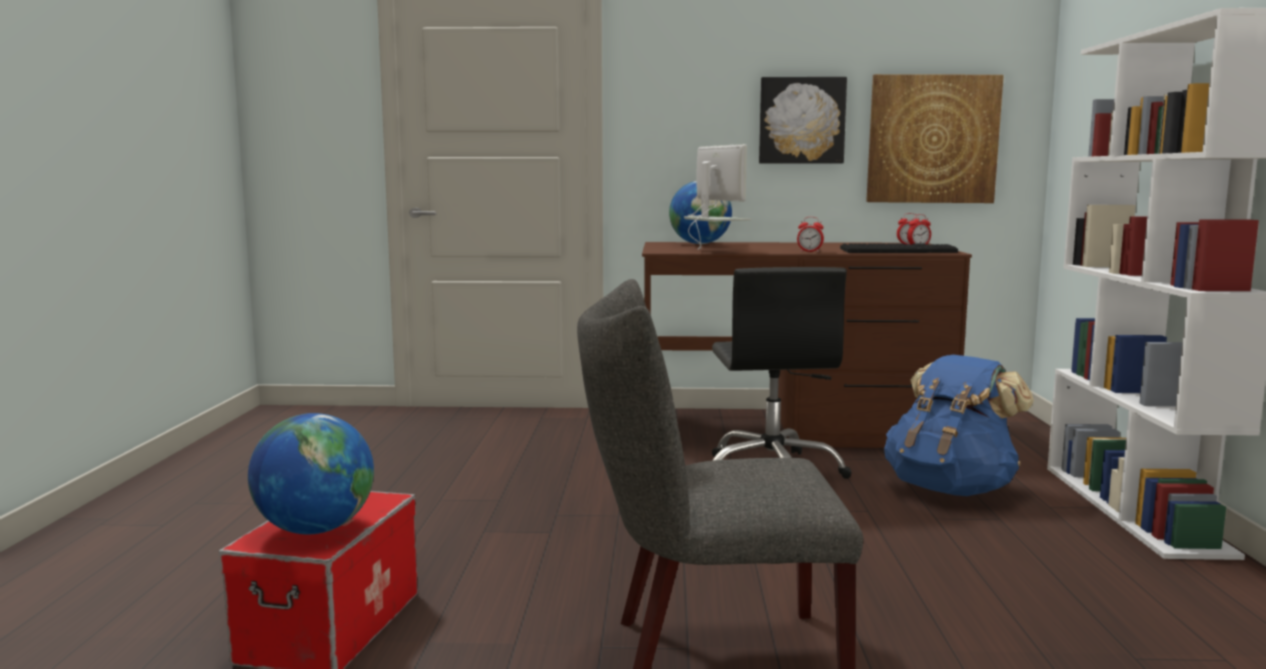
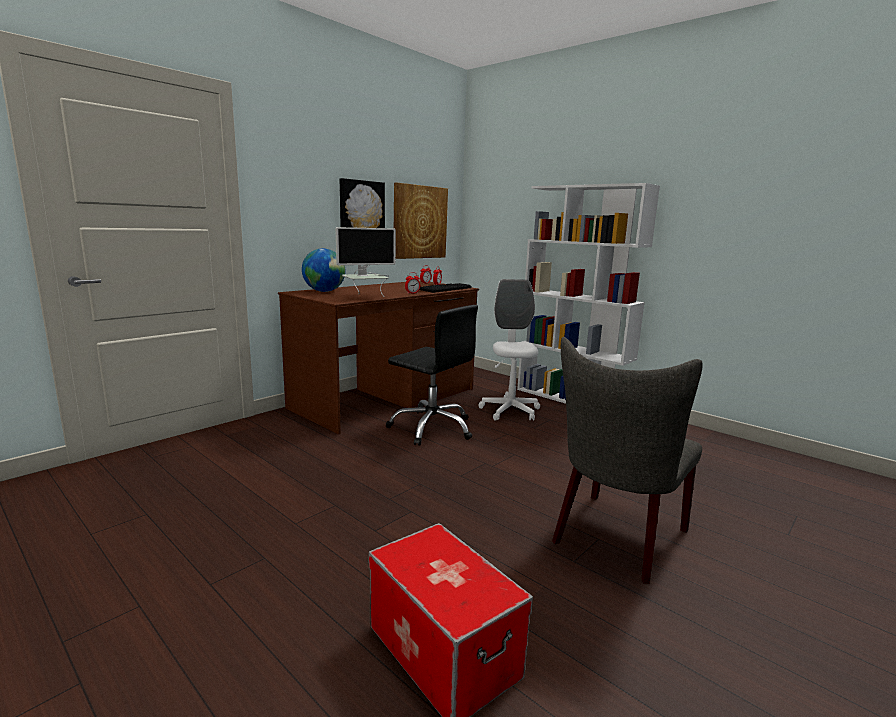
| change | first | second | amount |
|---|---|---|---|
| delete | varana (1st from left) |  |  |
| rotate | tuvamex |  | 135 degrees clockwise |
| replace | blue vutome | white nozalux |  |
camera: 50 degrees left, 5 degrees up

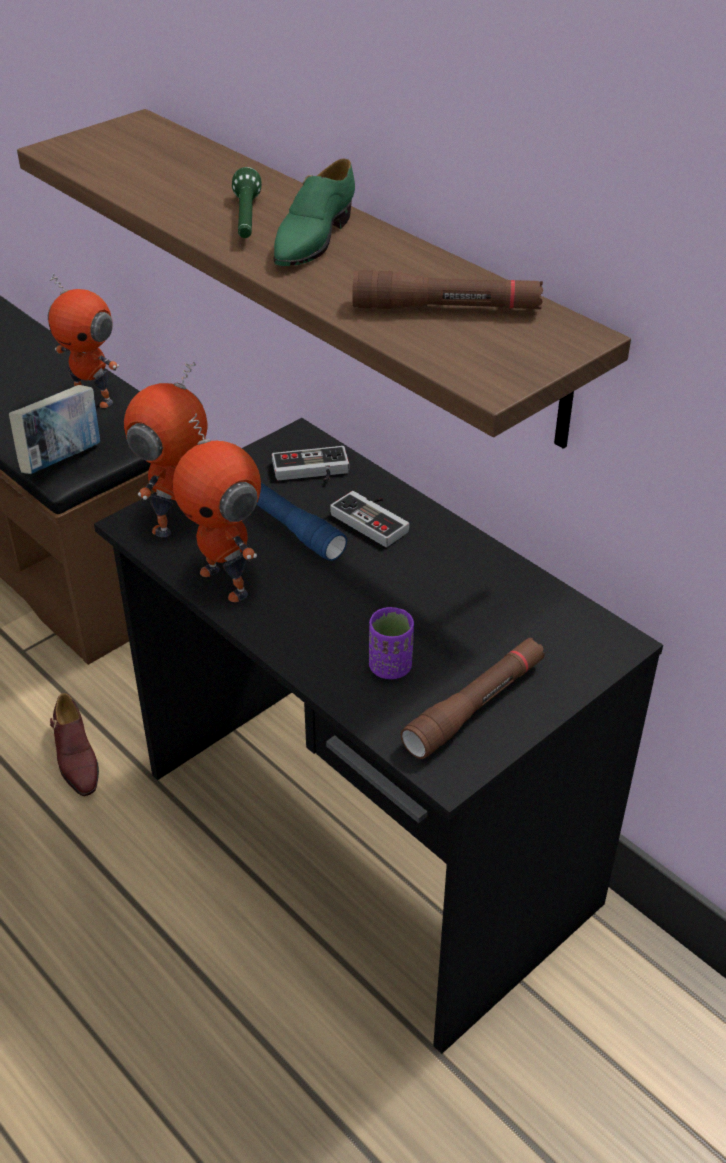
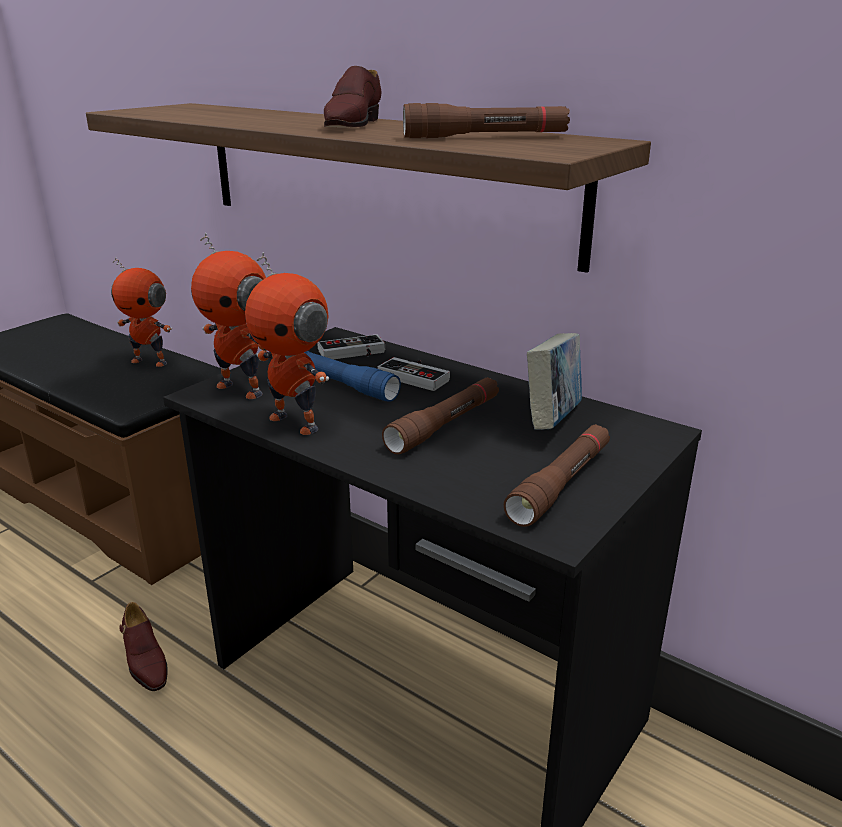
| change | first | second | amount |
|---|---|---|---|
| move | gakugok |  |  |
| rotate | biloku (2nd from left) |  | 75 degrees counterclockwise |
| delete | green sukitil |  |  |
| recolor | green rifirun | brown rifirun (2nd from left) |  |
| delete | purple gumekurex |  |  |
| insert |  | brown sukitil (1st from left) |  |
camera: 10 degrees left, 15 degrees down

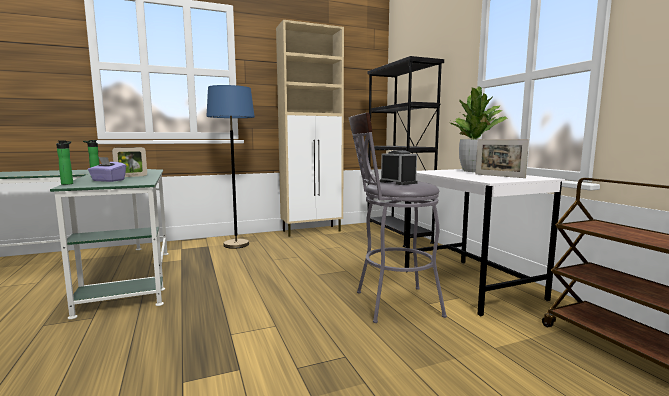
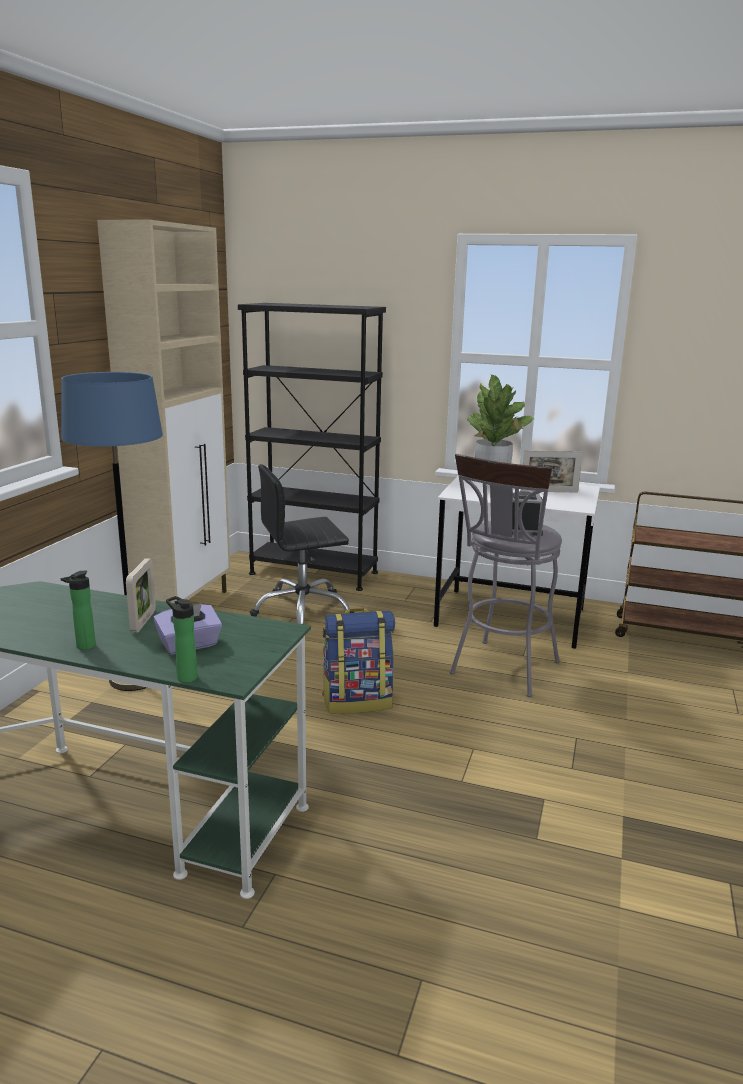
| change | first | second | amount |
|---|---|---|---|
| insert |  | black nozalux |  |
| insert |  | vutome |  |
camera: 50 degrees left, 10 degrees up

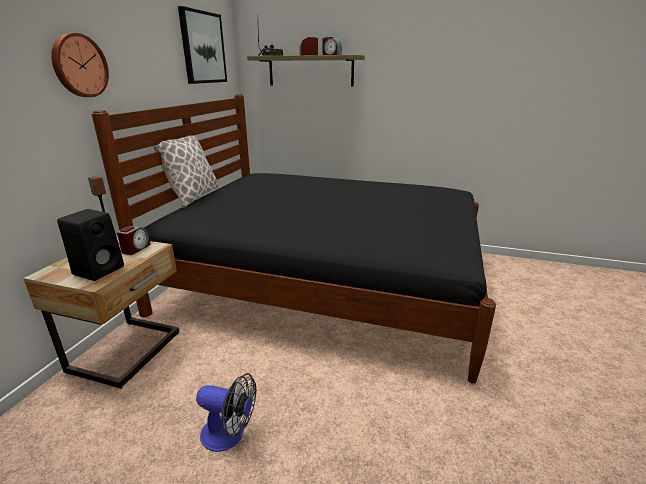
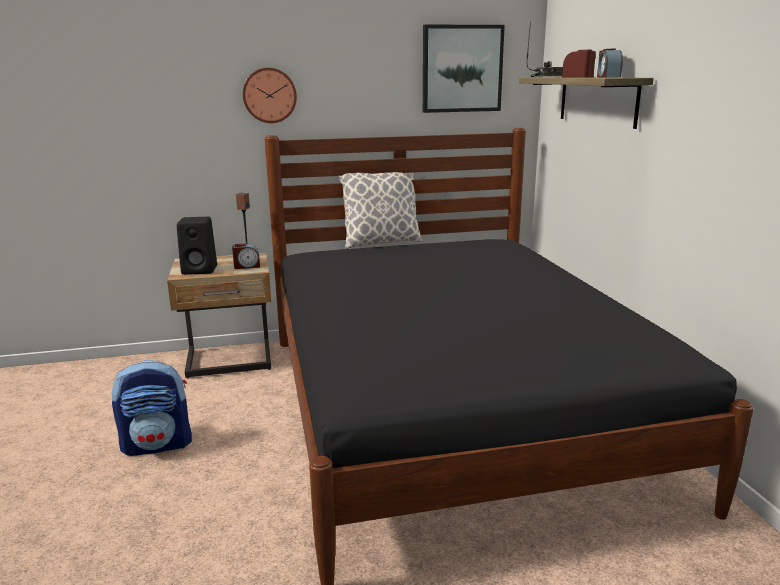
| change | first | second | amount |
|---|---|---|---|
| replace | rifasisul | vutome |  |
camera: 60 degrees right, 5 degrees down

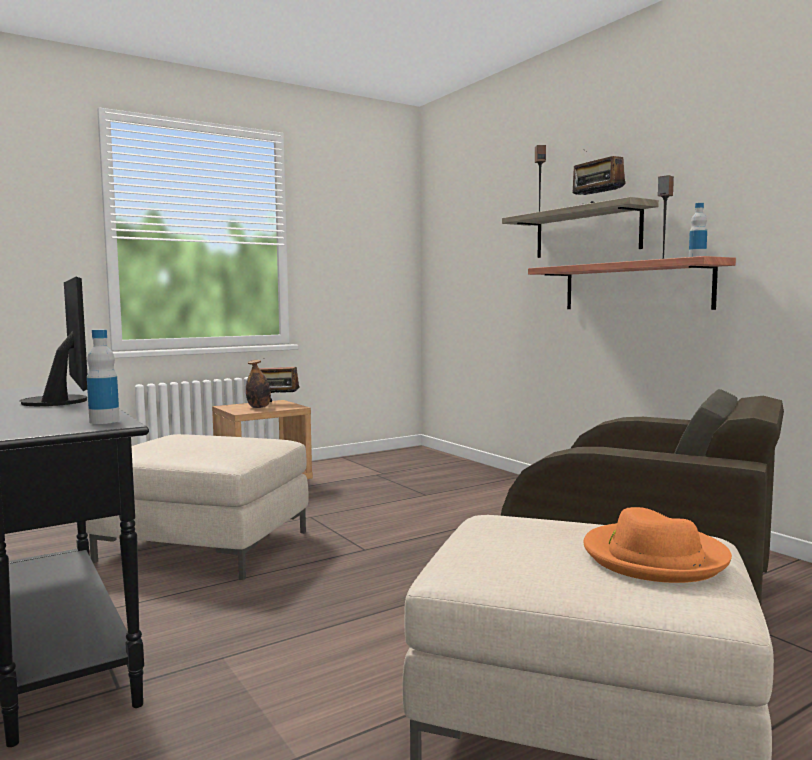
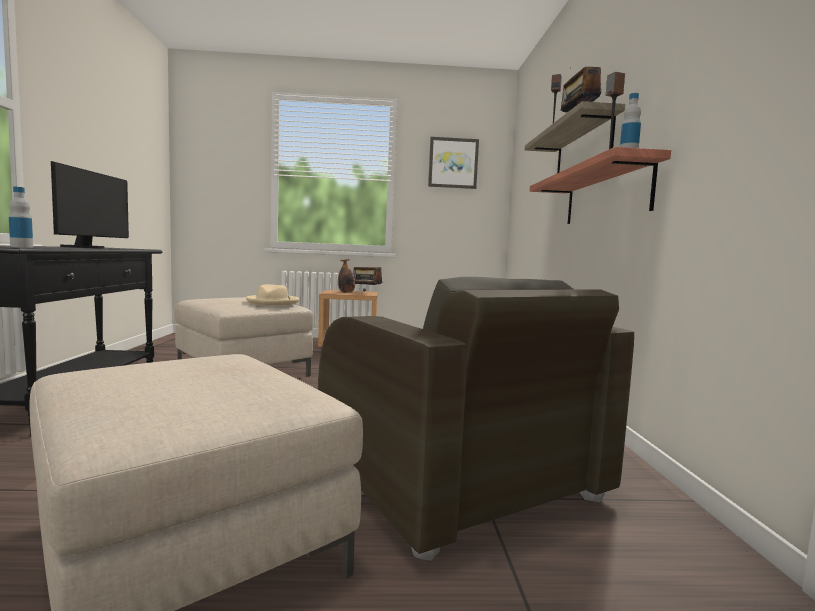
| change | first | second | amount |
|---|---|---|---|
| delete | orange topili |  |  |
| insert |  | beige topili |  |
| insert |  | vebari |  |
camera: 30 degrees right, 0 degrees up

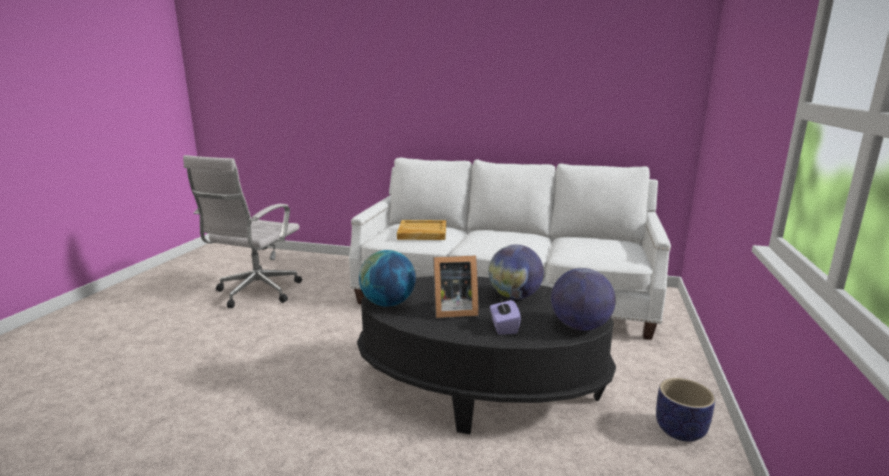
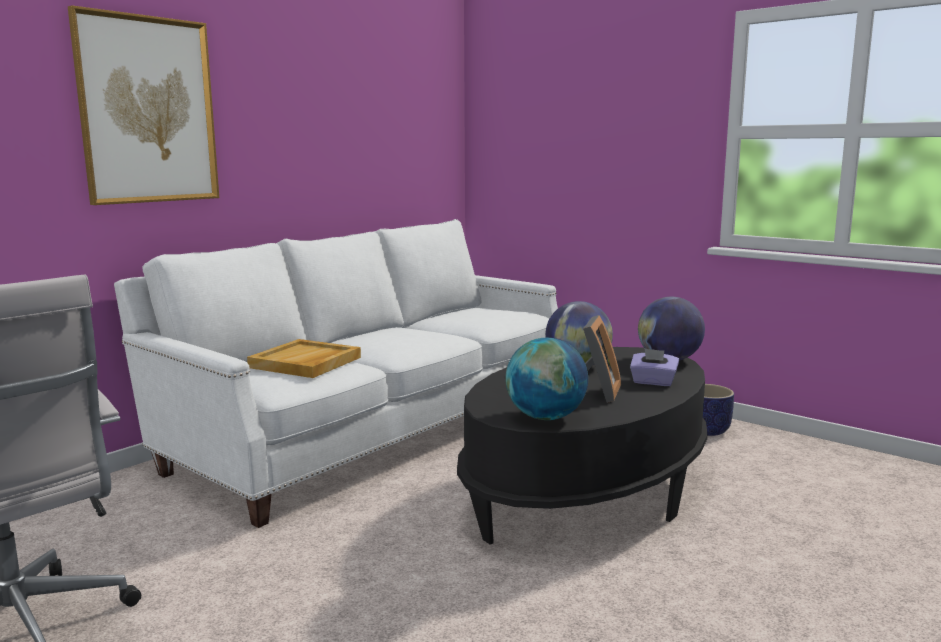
| change | first | second | amount |
|---|---|---|---|
| insert |  | vebari |  |
camera: 65 degrees left, 5 degrees down

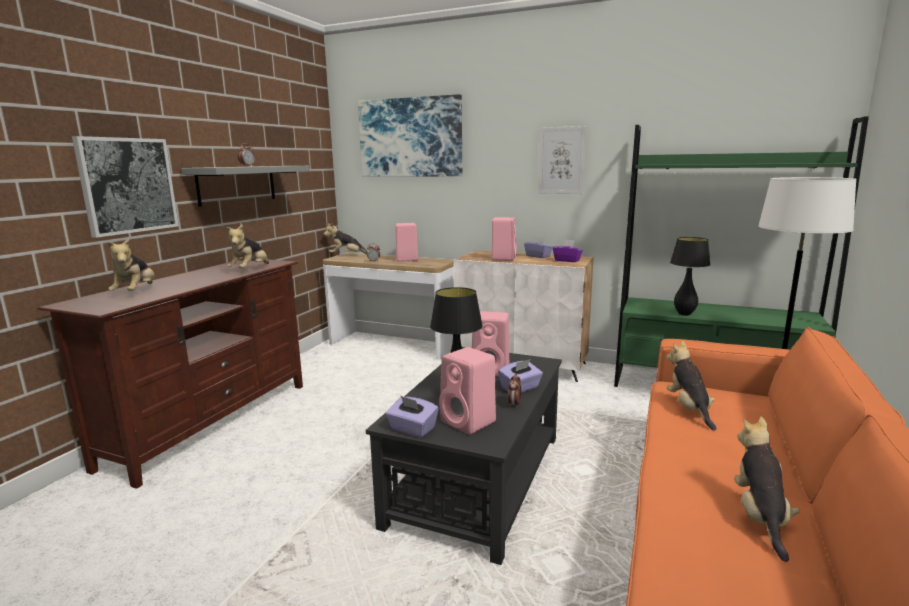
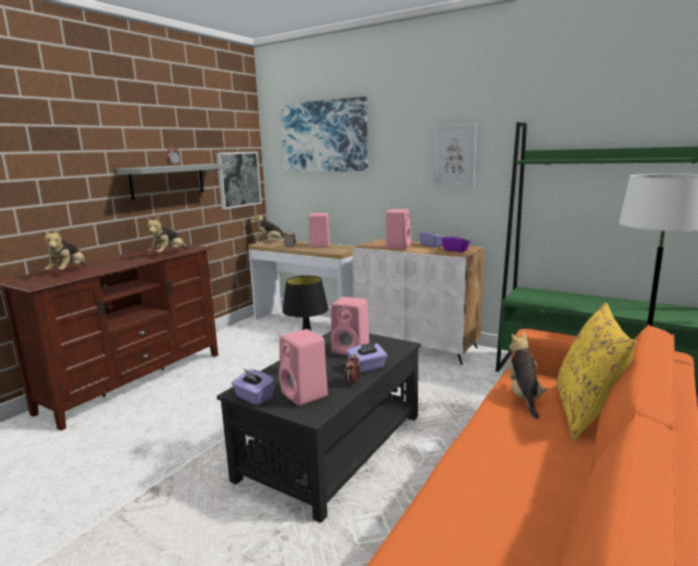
| change | first | second | amount |
|---|---|---|---|
| move | vebari (1st from left) |  |  |
| delete | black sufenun (2nd from left) |  |  |
| delete | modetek (5th from left) |  |  |
| insert |  | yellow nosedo |  |
camera: 10 degrees right, 0 degrees up

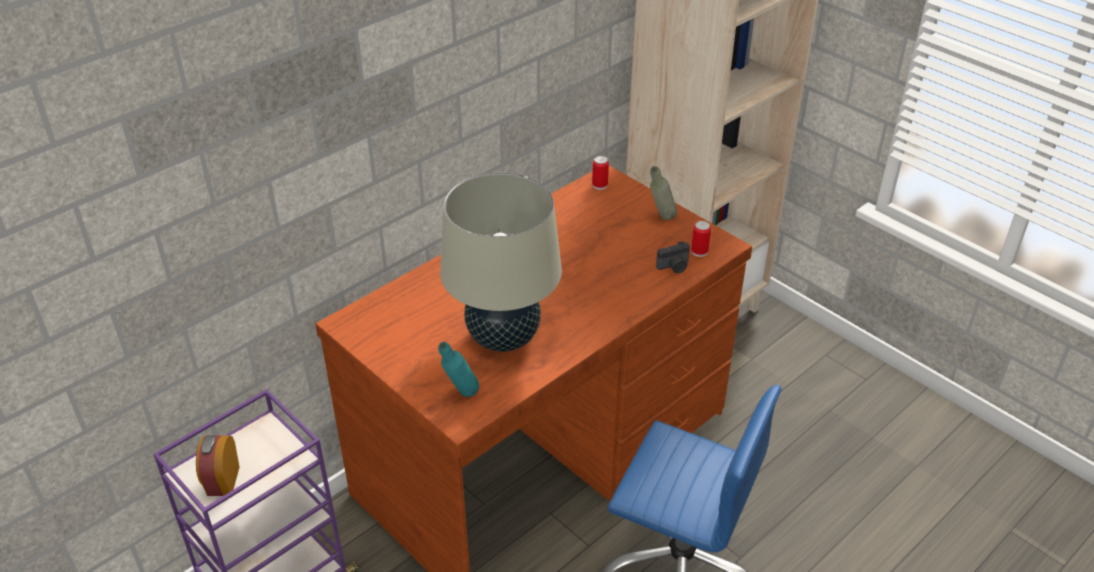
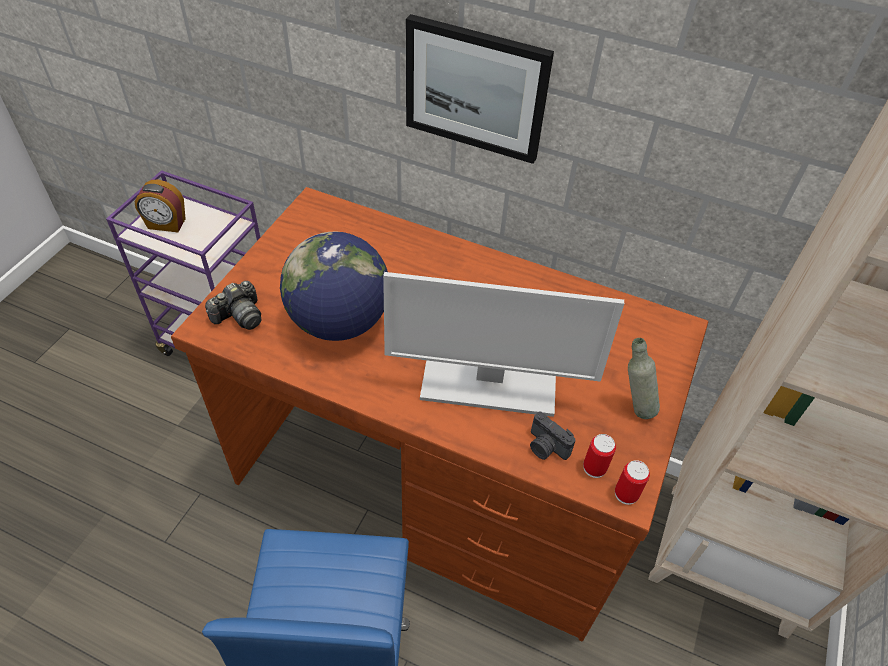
| change | first | second | amount |
|---|---|---|---|
| rotate | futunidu |  | 150 degrees counterclockwise |
| replace | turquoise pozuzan | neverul (1st from left) |  |
| replace | beige sufenun | varana |  |
| move | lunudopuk (1st from left in the first image) | lunudopuk (2nd from left) |  |
| insert |  | tuvamex |  |
| insert |  | vebari |  |
camera: 65 degrees right, 10 degrees up

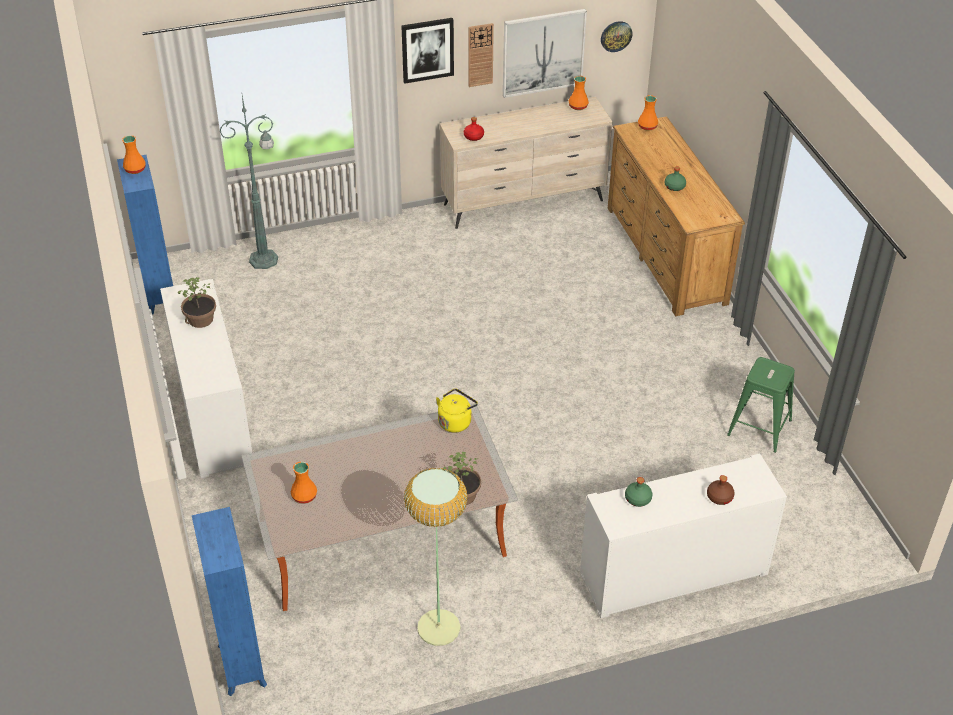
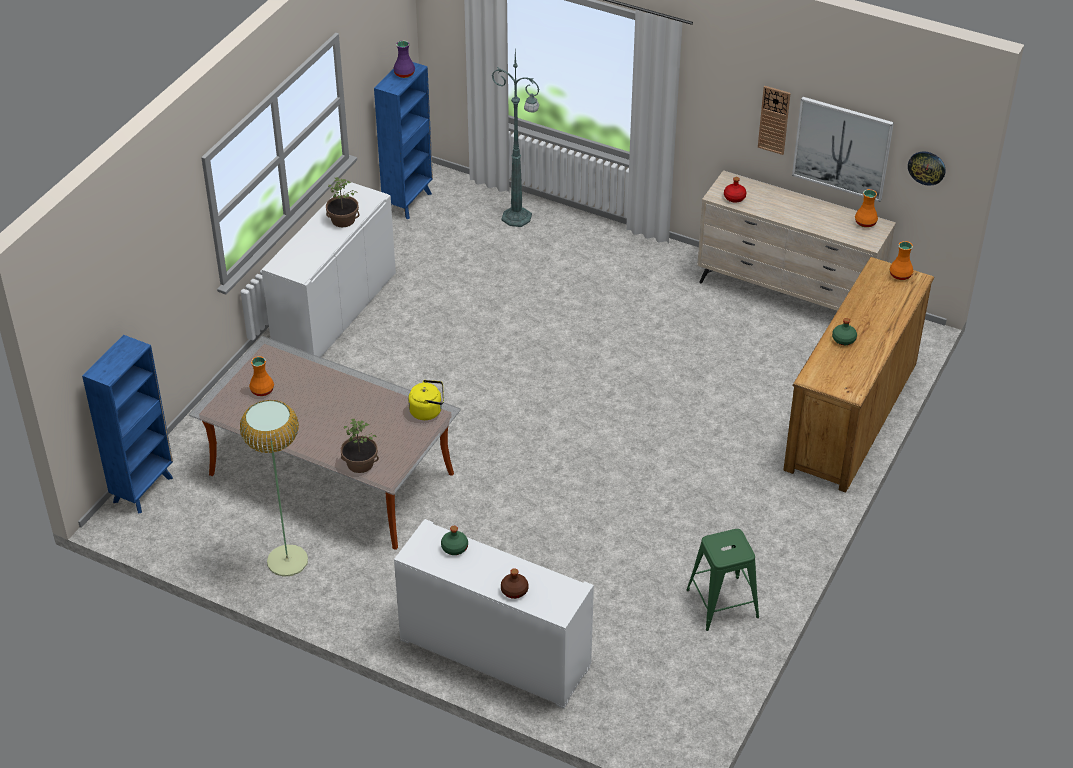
| change | first | second | amount |
|---|---|---|---|
| recolor | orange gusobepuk (1st from left) | purple gusobepuk |  |
| delete | vebari (1st from left) |  |  |
camera: 45 degrees right, 0 degrees up

